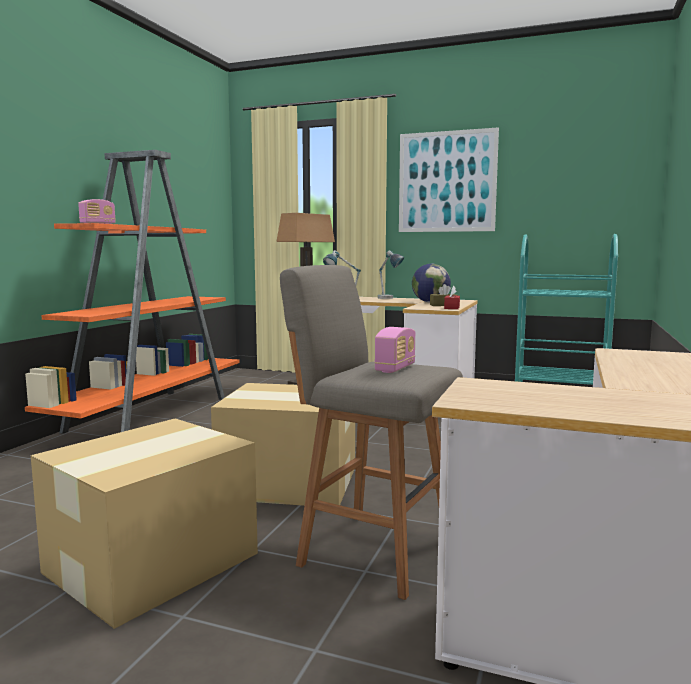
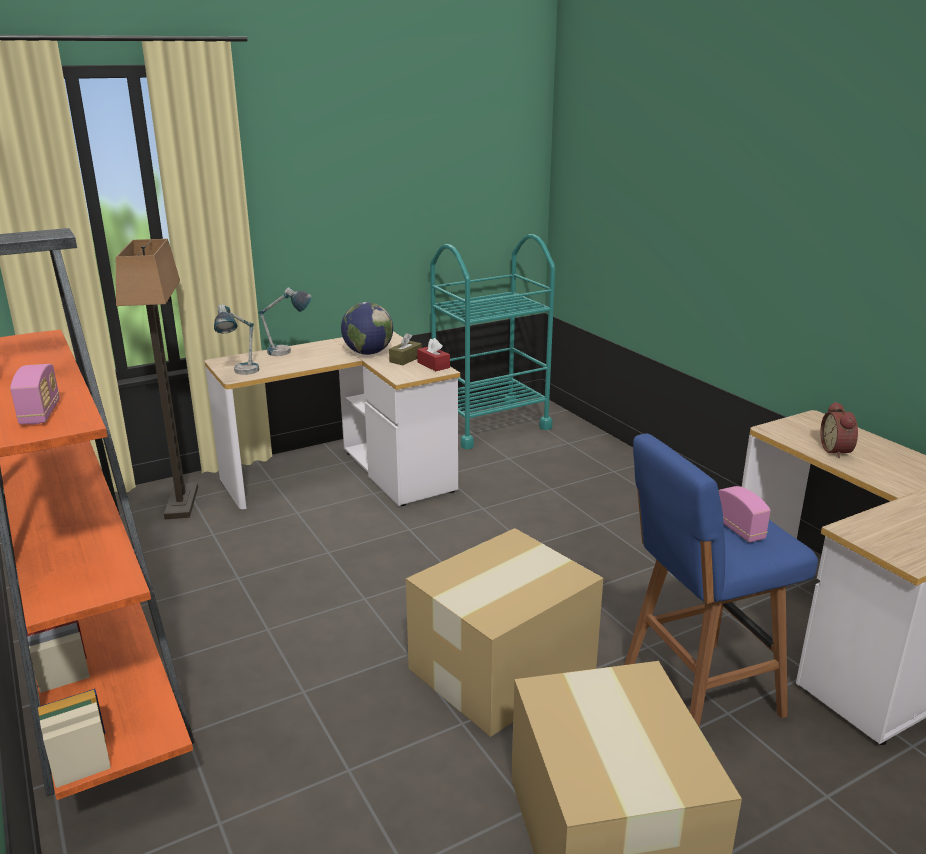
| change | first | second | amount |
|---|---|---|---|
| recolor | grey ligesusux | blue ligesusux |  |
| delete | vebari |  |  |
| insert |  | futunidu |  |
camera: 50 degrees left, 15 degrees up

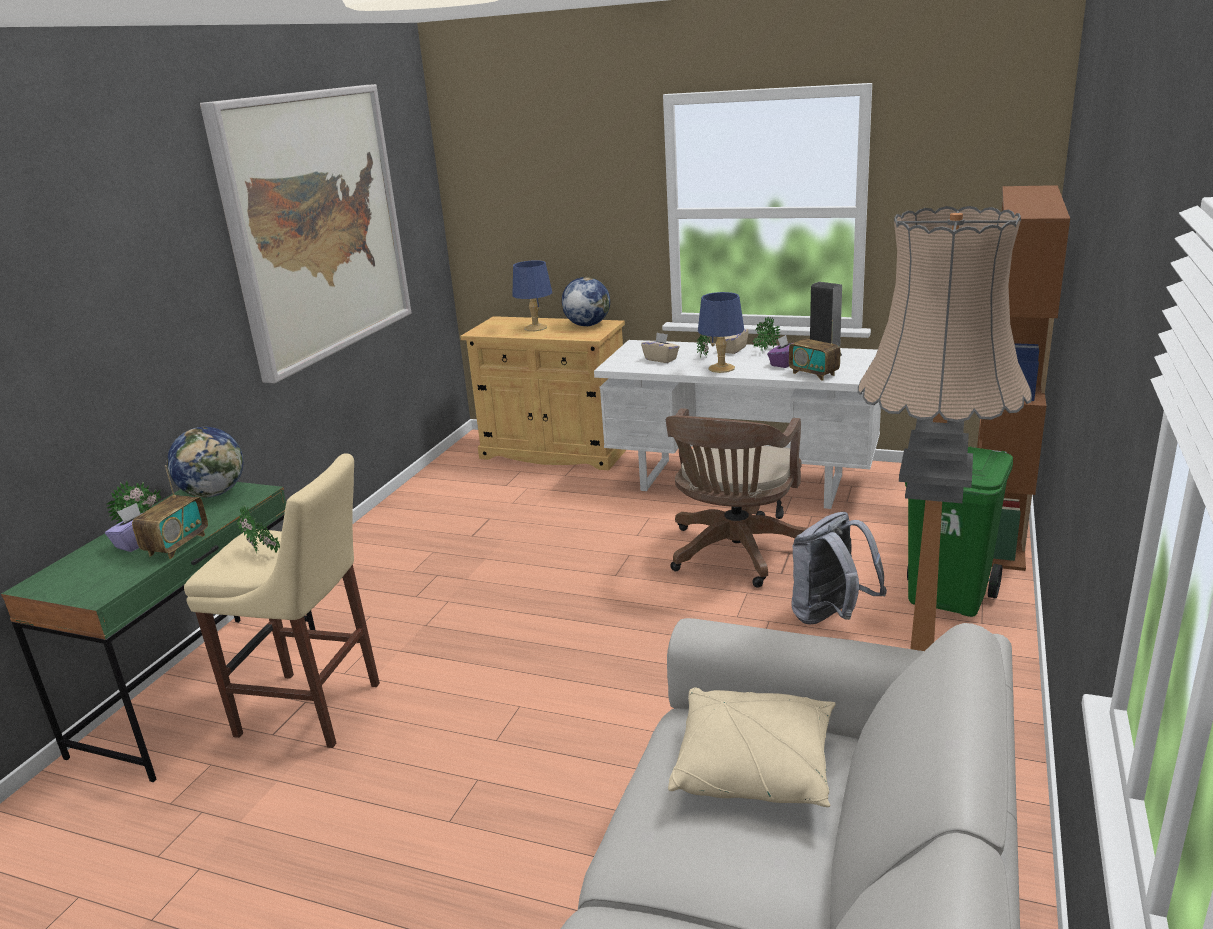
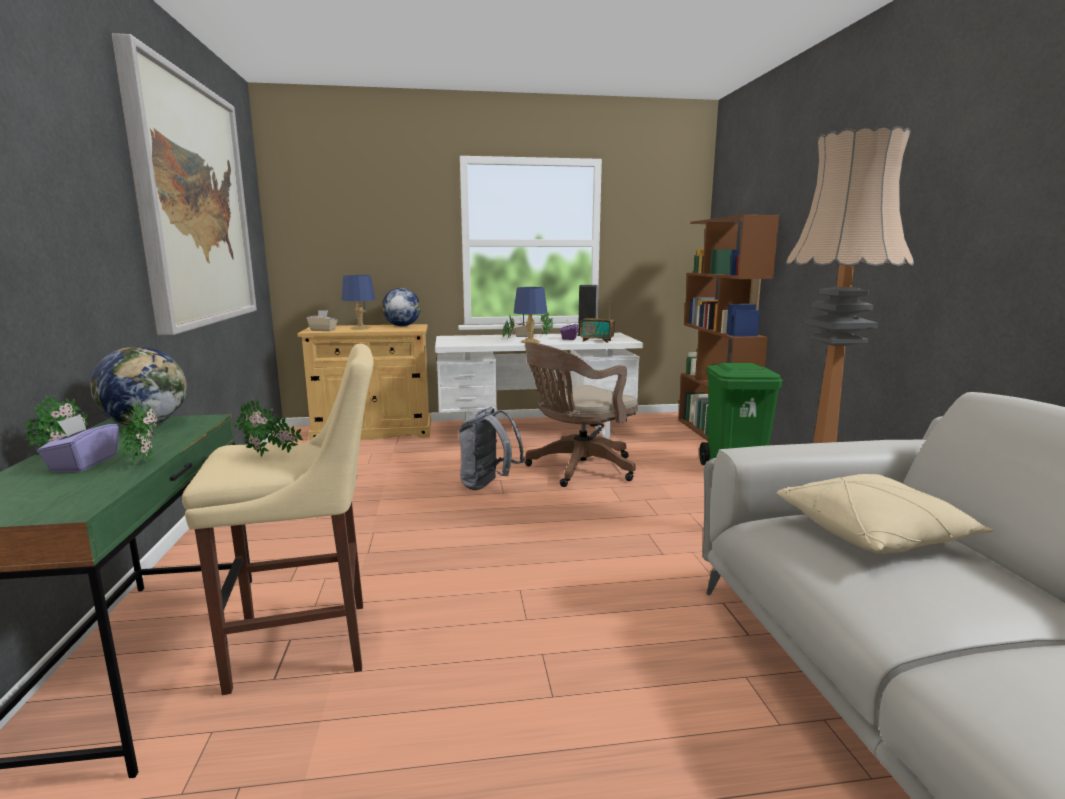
| change | first | second | amount |
|---|---|---|---|
| replace | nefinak (1st from left) | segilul (2nd from left) |  |
| move | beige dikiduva (1st from left) |  |  |
| rotate | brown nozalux |  | 60 degrees clockwise |
| move | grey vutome |  |  |
camera: 30 degrees left, 10 degrees down

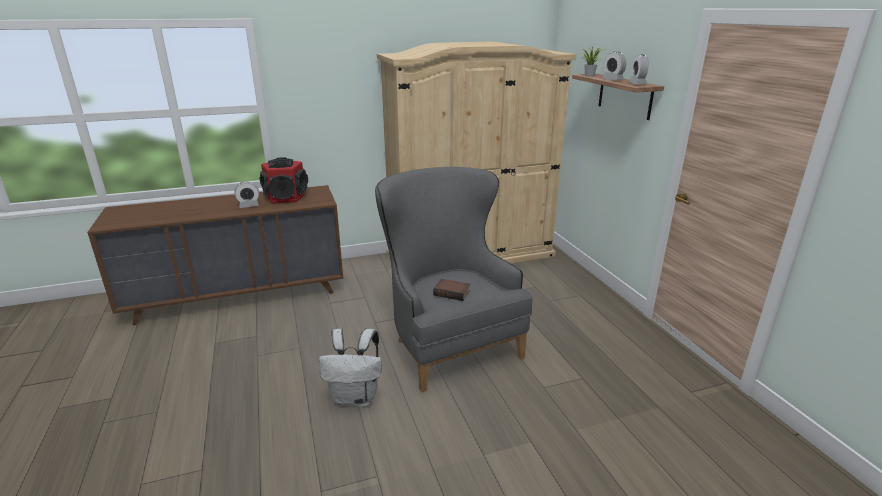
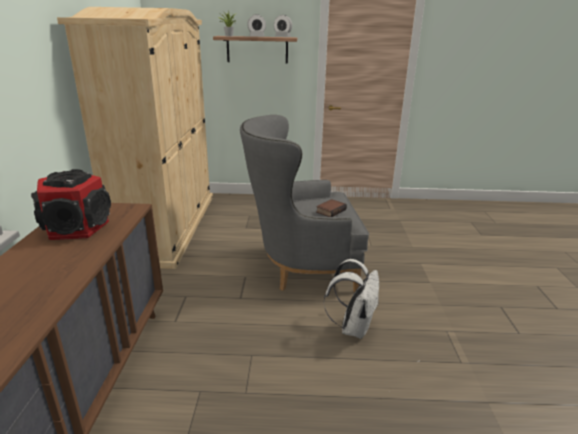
| change | first | second | amount |
|---|---|---|---|
| delete | futunidu (1st from left) |  |  |
camera: 70 degrees left, 0 degrees up

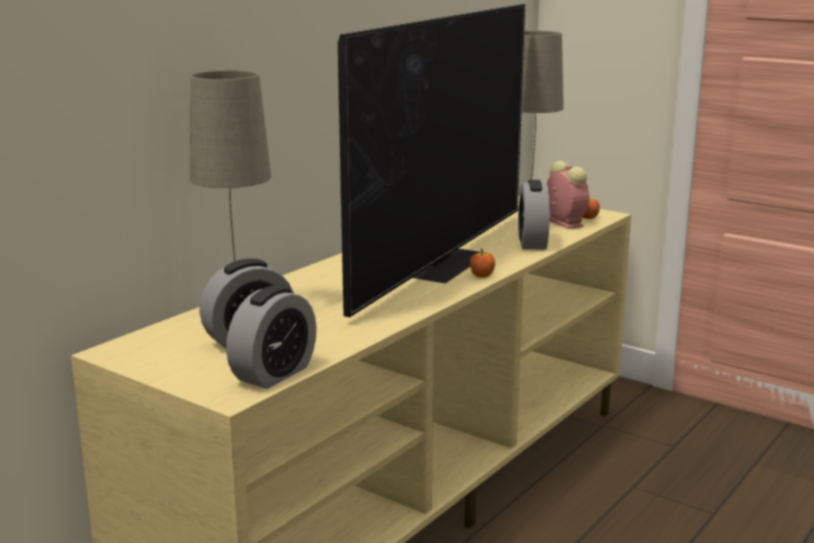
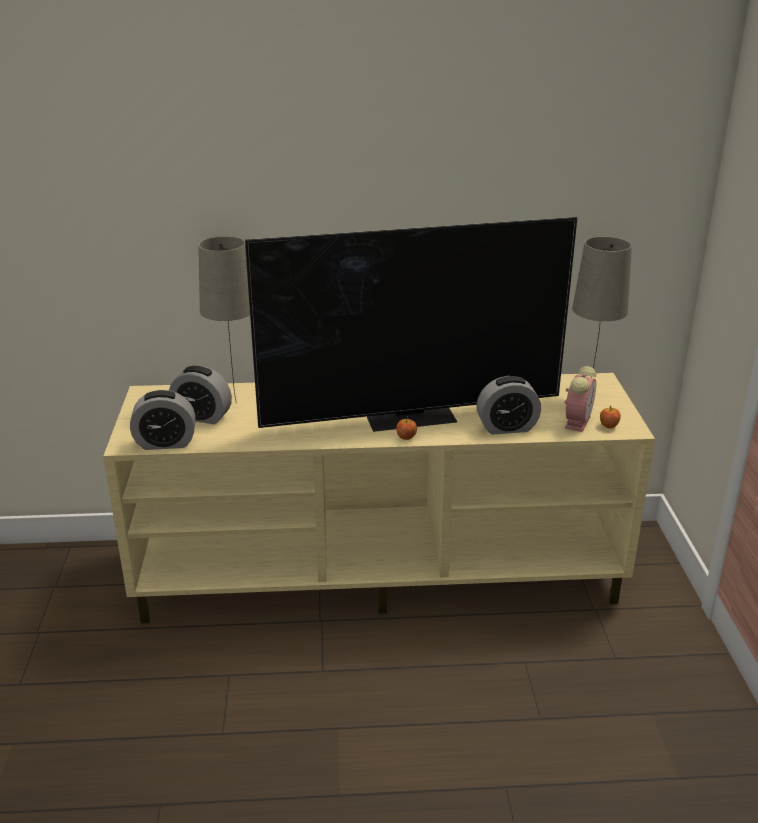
| change | first | second | amount |
|---|---|---|---|
| rotate | futunidu (3rd from left) |  | 150 degrees counterclockwise |
camera: 50 degrees right, 10 degrees up

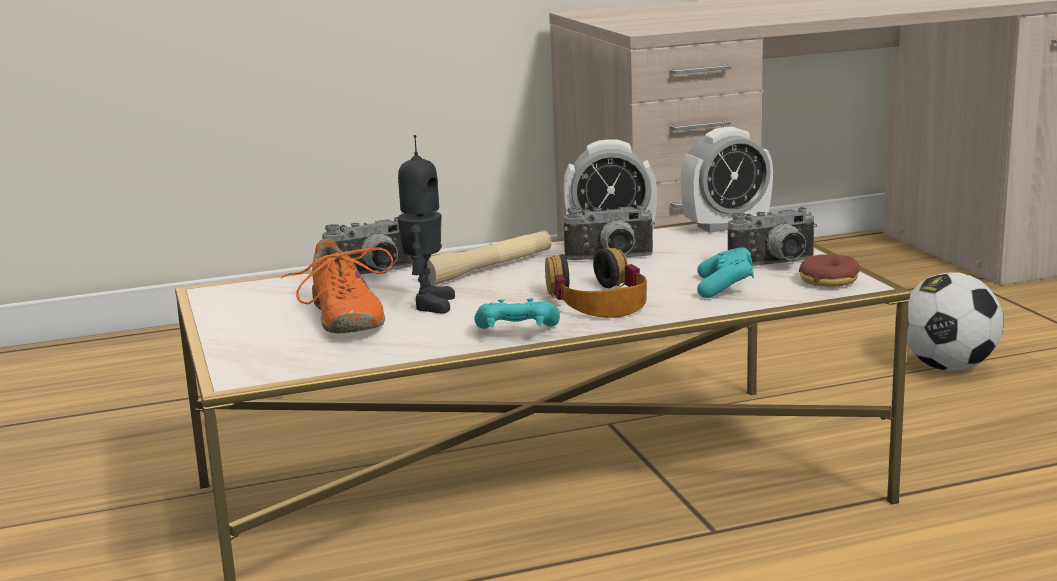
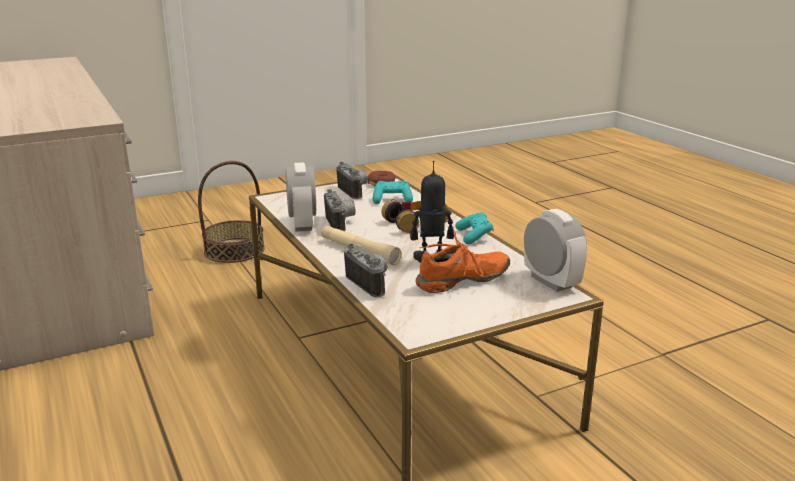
| change | first | second | amount |
|---|---|---|---|
| move | futunidu (2nd from left) |  |  |
| replace | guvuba | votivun |  |
camera: 100 degrees left, 5 degrees up

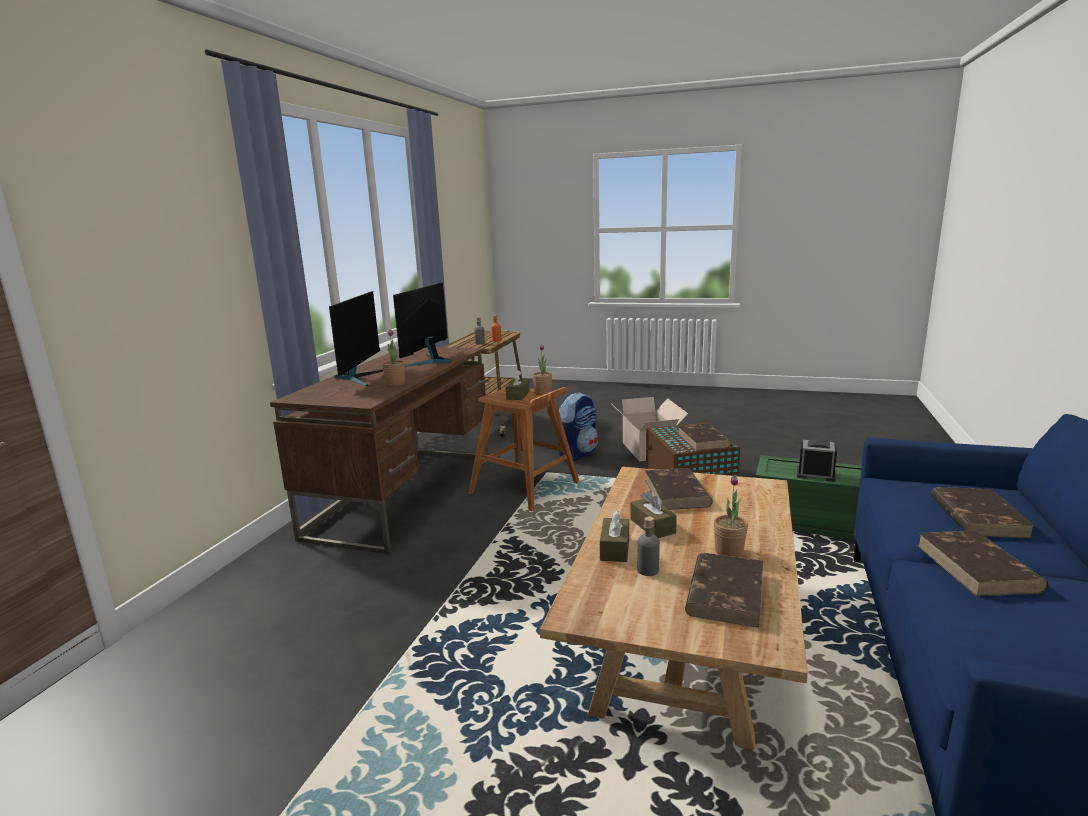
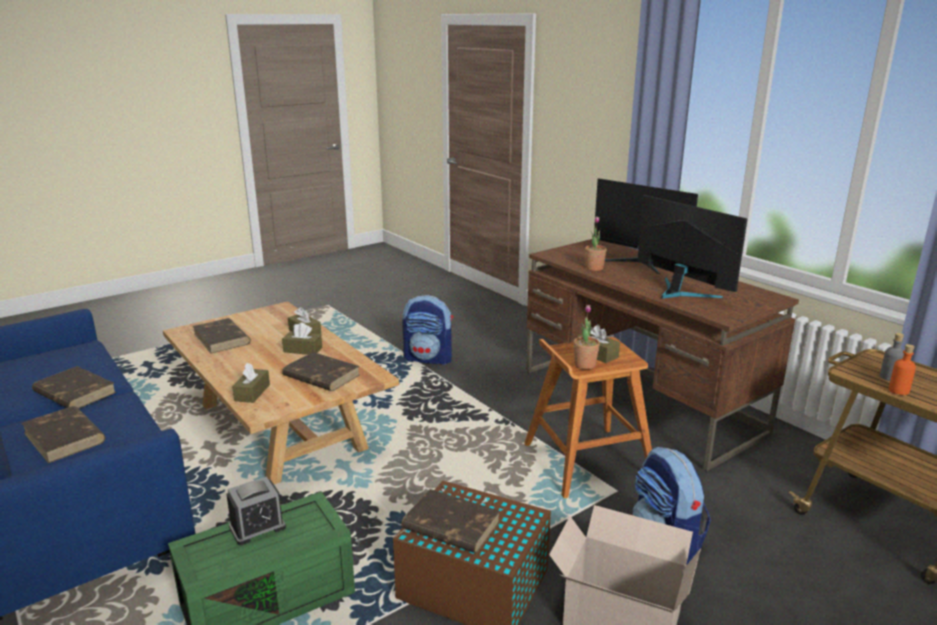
| change | first | second | amount |
|---|---|---|---|
| delete | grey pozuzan (2nd from left) |  |  |
| delete | segilul (3rd from left) |  |  |
| insert |  | brown dikiduva (1st from left) |  |
| insert |  | vutome (1st from left) |  |
camera: 125 degrees right, 5 degrees up

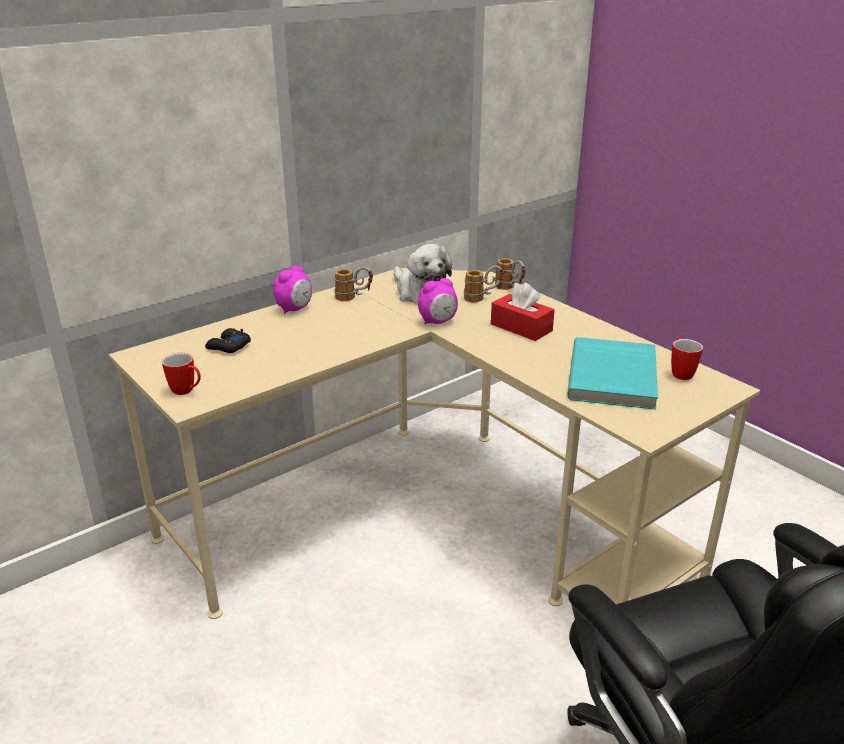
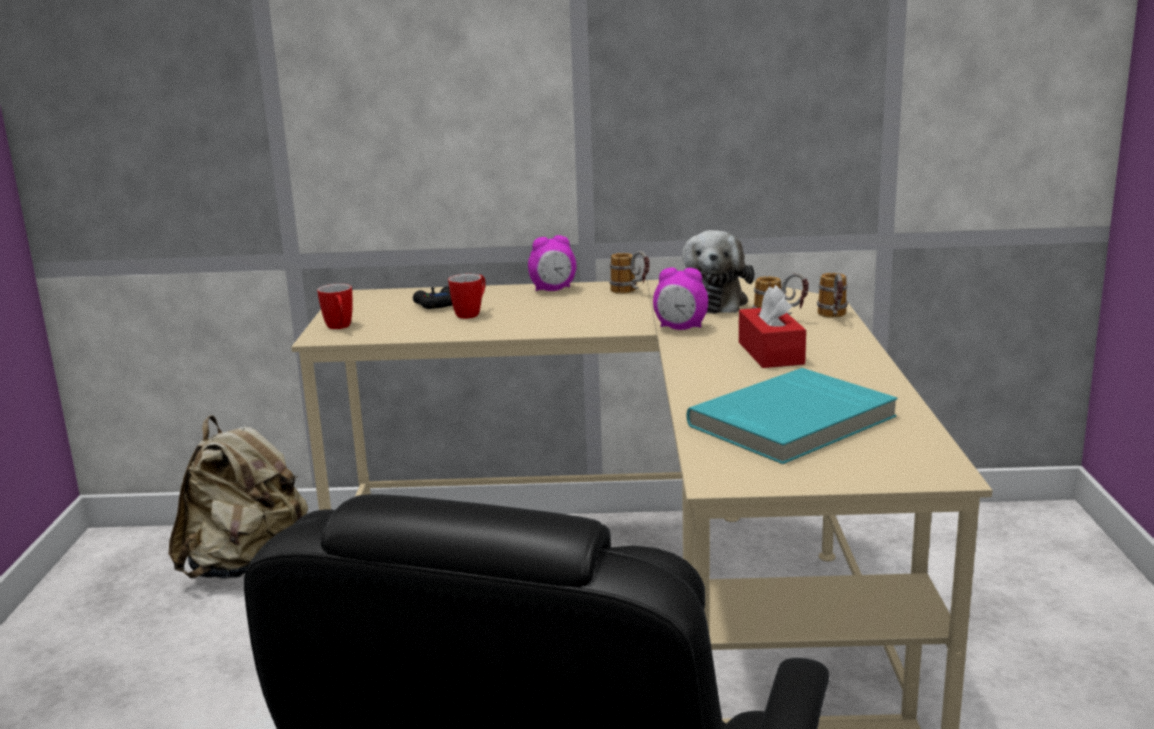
| change | first | second | amount |
|---|---|---|---|
| move | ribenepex (5th from left in the first image) | ribenepex (2nd from left) |  |
| insert |  | beige vutome |  |
camera: 40 degrees right, 10 degrees down

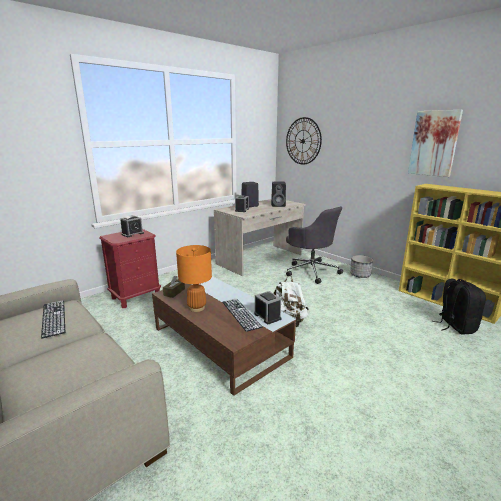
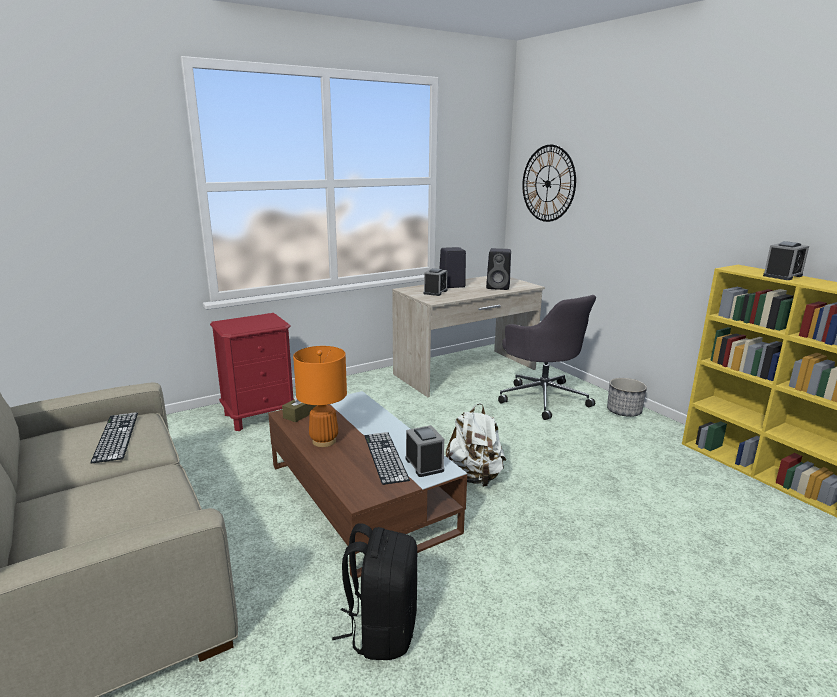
| change | first | second | amount |
|---|---|---|---|
| move | futunidu (1st from left in the first image) | futunidu (3rd from left) |  |
| delete | vebari |  |  |
| move | black vutome |  |  |
camera: 10 degrees right, 0 degrees up

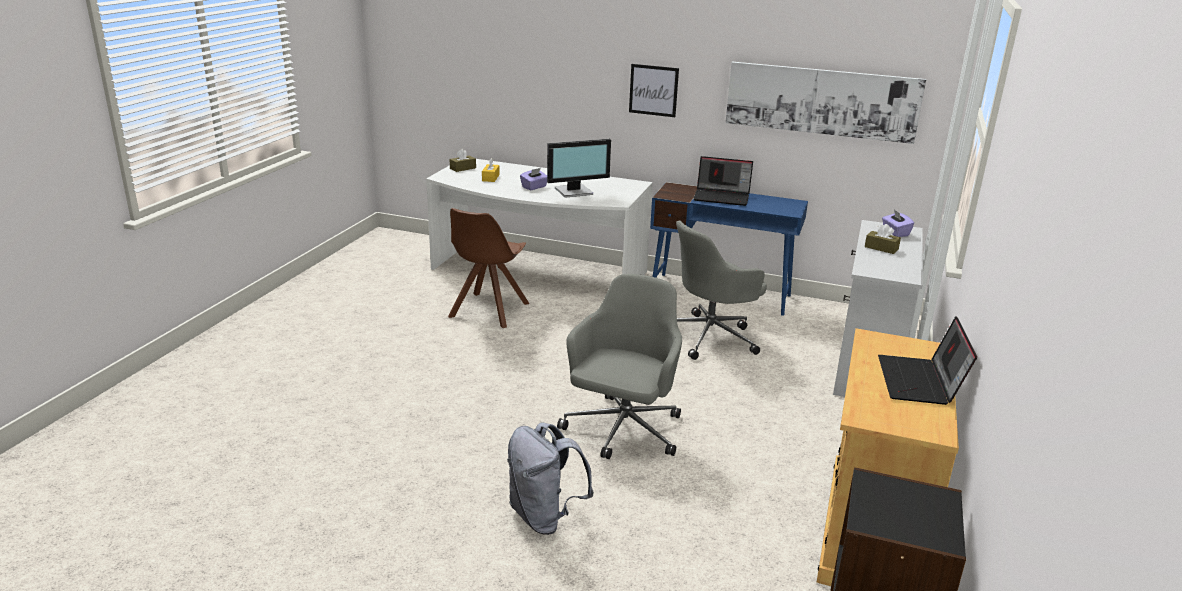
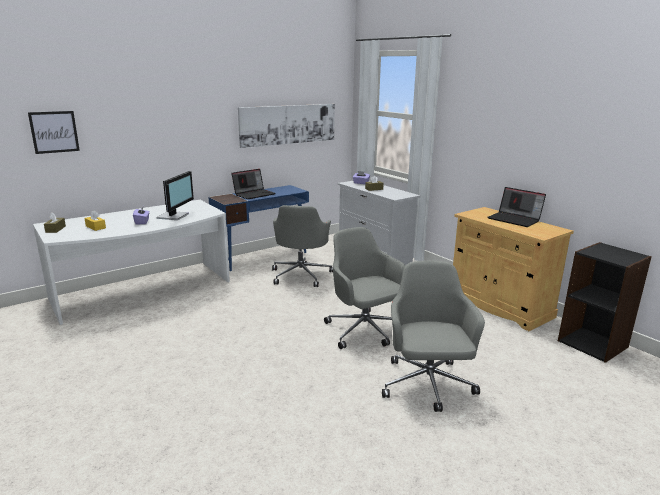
| change | first | second | amount |
|---|---|---|---|
| delete | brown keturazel |  |  |
| replace | grey vutome | grey nozalux (3rd from left) |  |
| move | vebari (1st from left) |  |  |
camera: 55 degrees left, 5 degrees down

